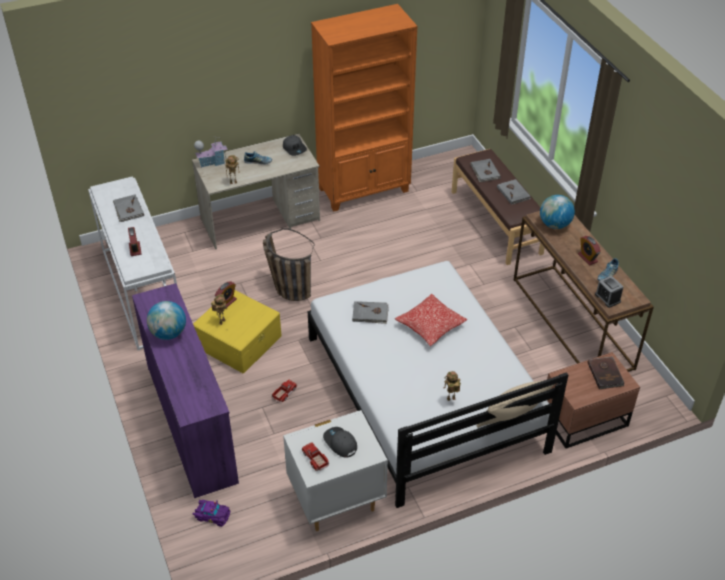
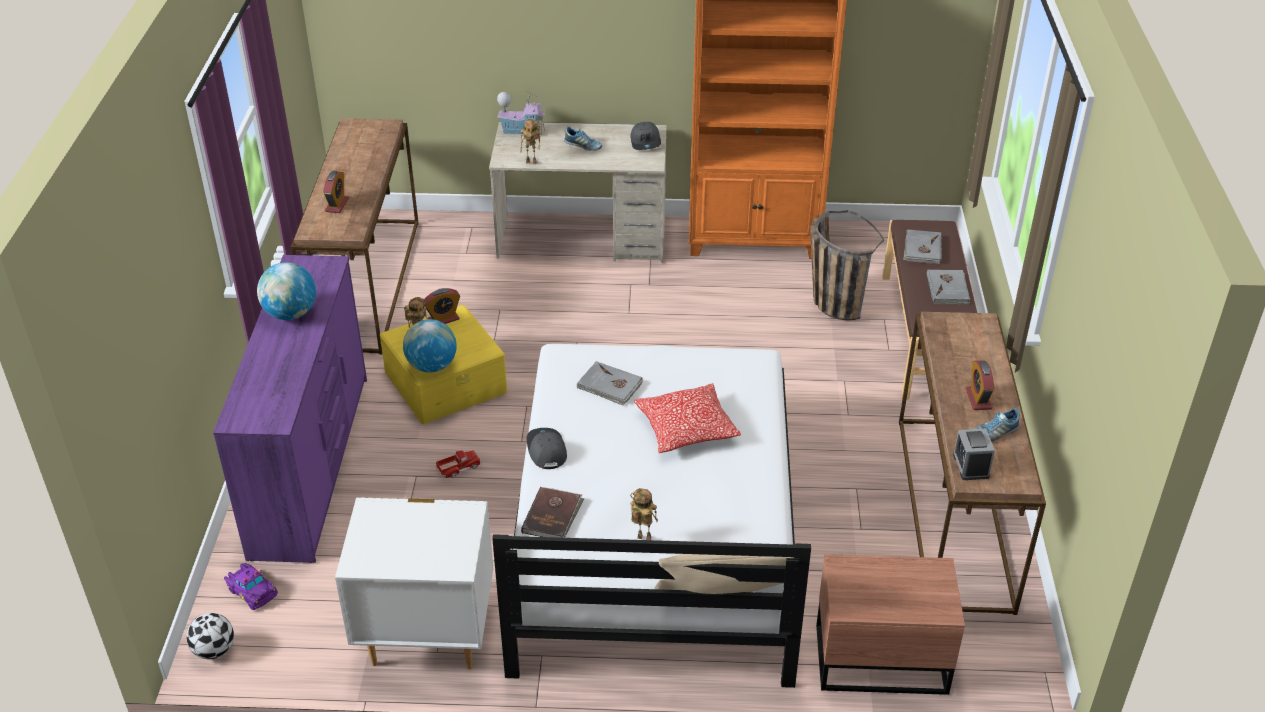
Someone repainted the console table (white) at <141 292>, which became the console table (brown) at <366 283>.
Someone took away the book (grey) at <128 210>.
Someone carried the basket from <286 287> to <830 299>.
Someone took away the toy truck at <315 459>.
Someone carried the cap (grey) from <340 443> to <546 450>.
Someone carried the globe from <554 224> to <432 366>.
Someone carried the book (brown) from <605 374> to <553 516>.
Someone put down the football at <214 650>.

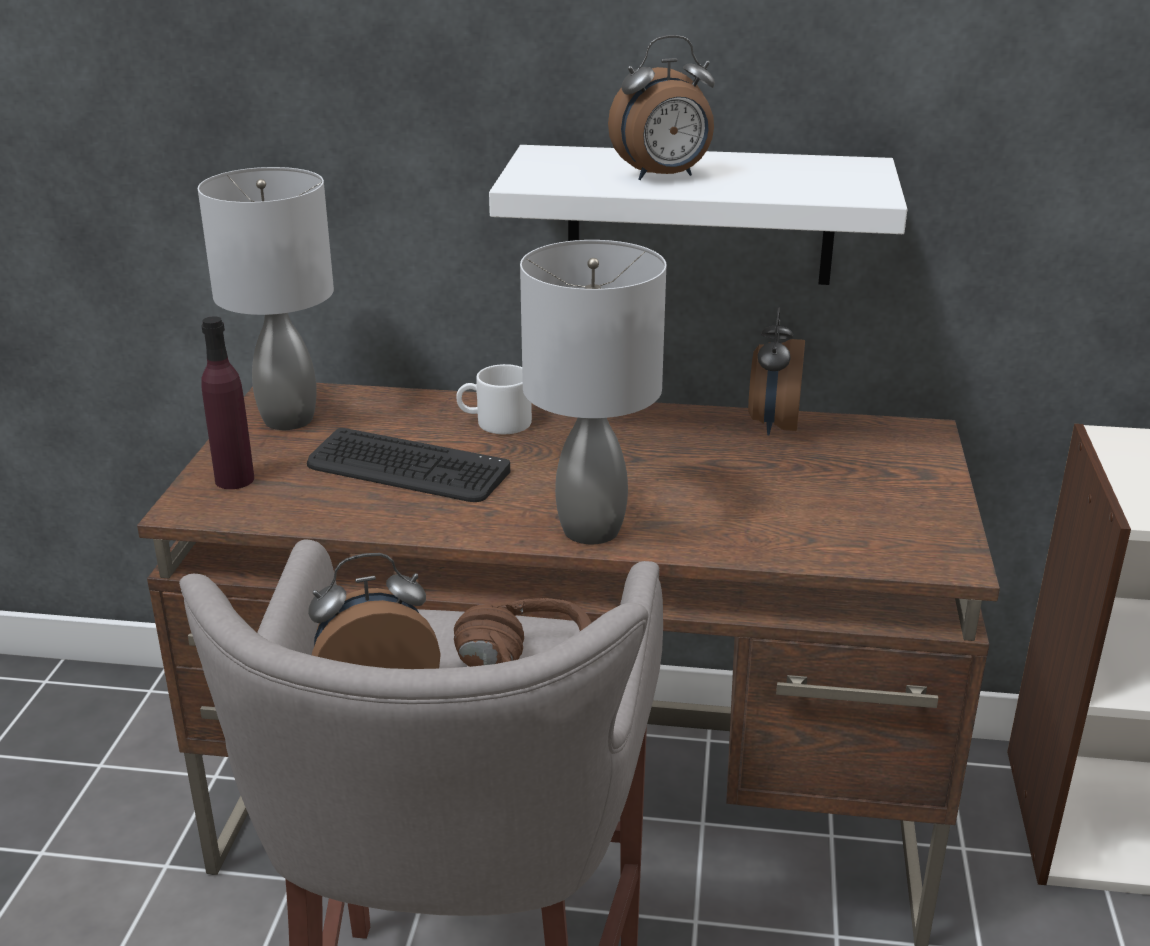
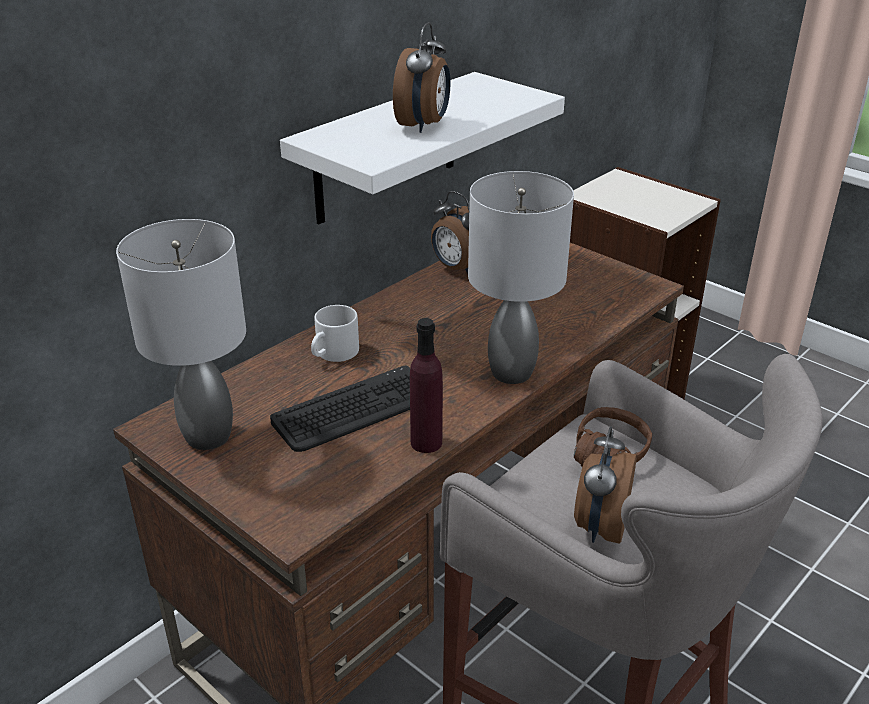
Someone carried the bottle (purple) from <234 479> to <426 442>.

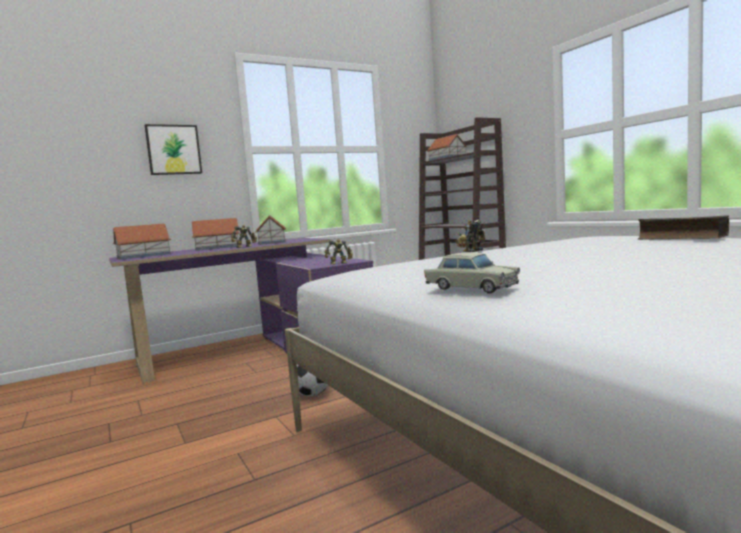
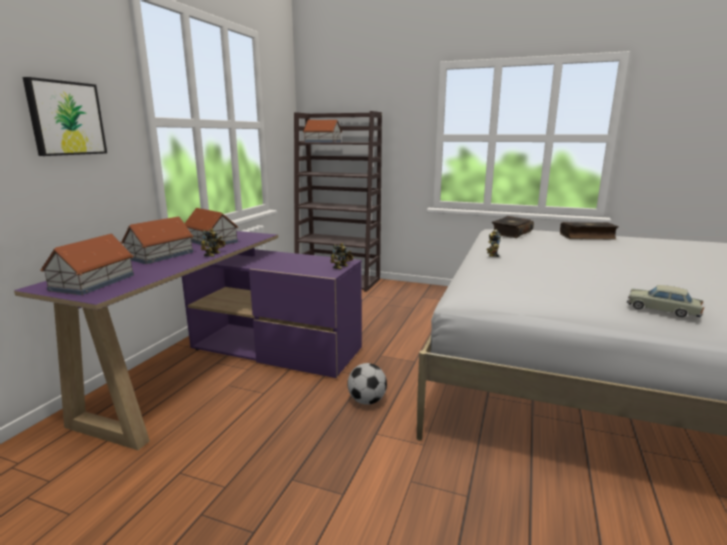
Someone rotated the toy car (beige) at <471 288> by 150 degrees counterclockwise.
Someone put down the book at <510 233>.

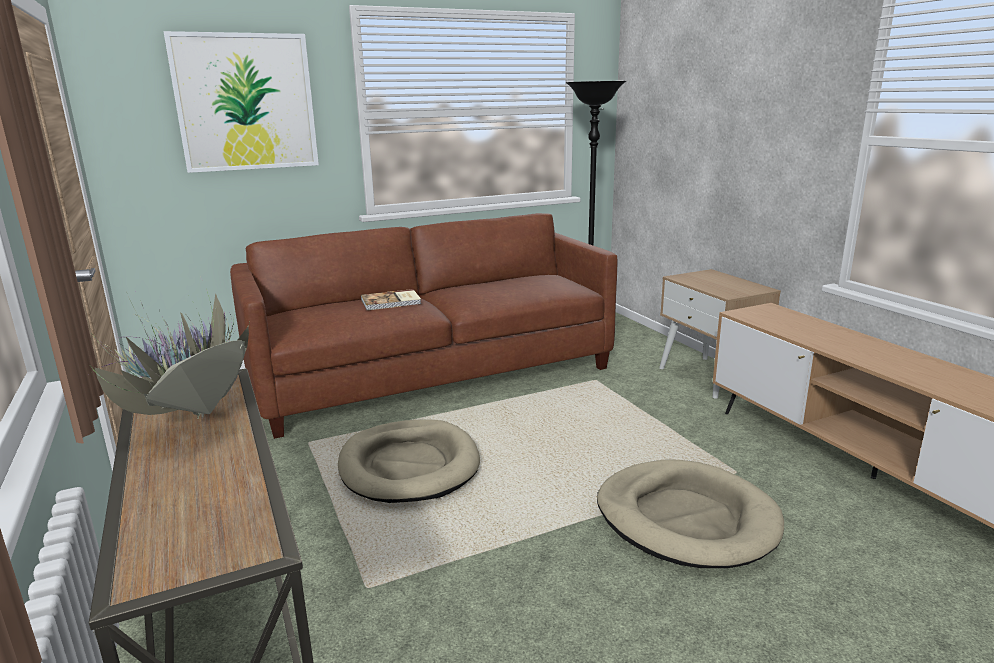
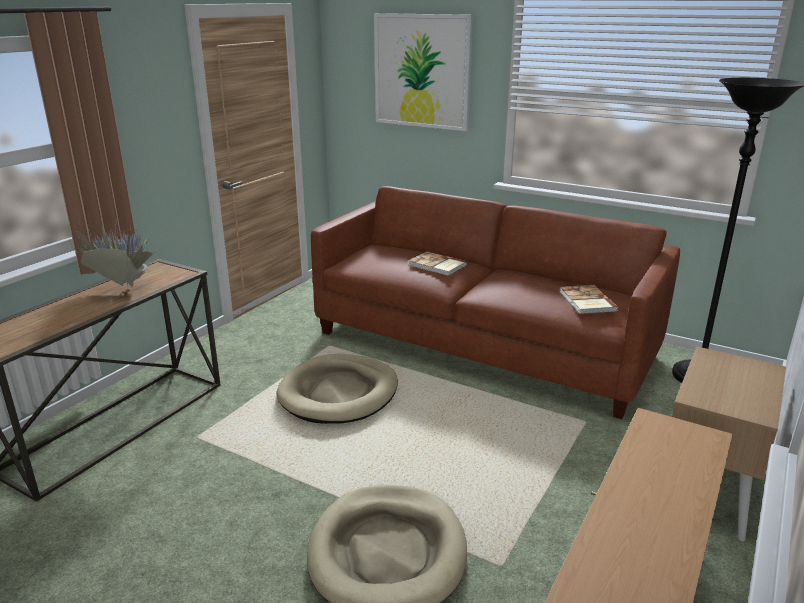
Someone put down the book at <586 301>.

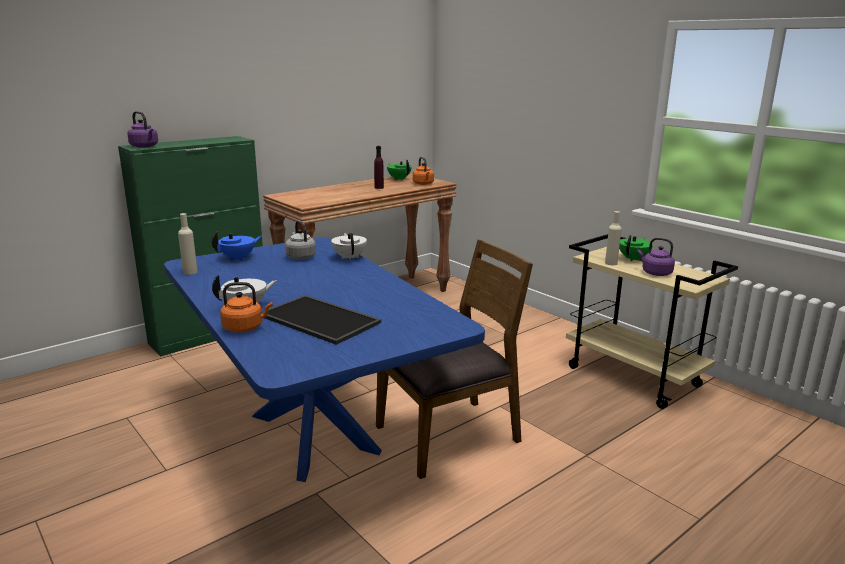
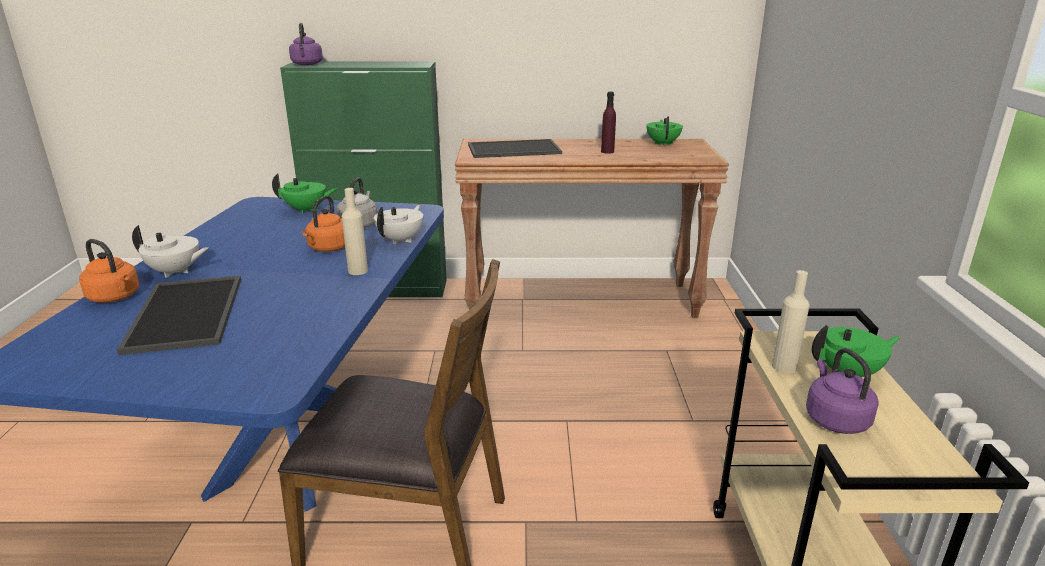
Someone carried the bottle (beige) from <190 272> to <358 271>.
Someone repainted the teapot (blue) at <238 258>, which became the teapot (green) at <307 210>.
Someone carried the kettle (orange) from <423 184> to <328 248>.
Someone put down the tray at <513 150>.

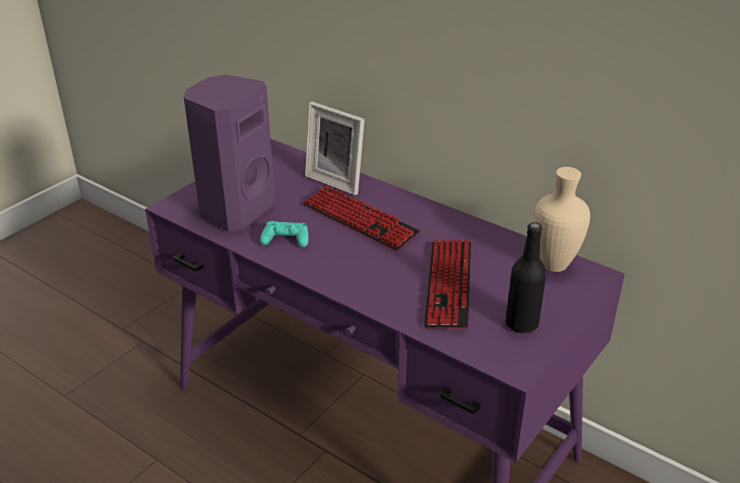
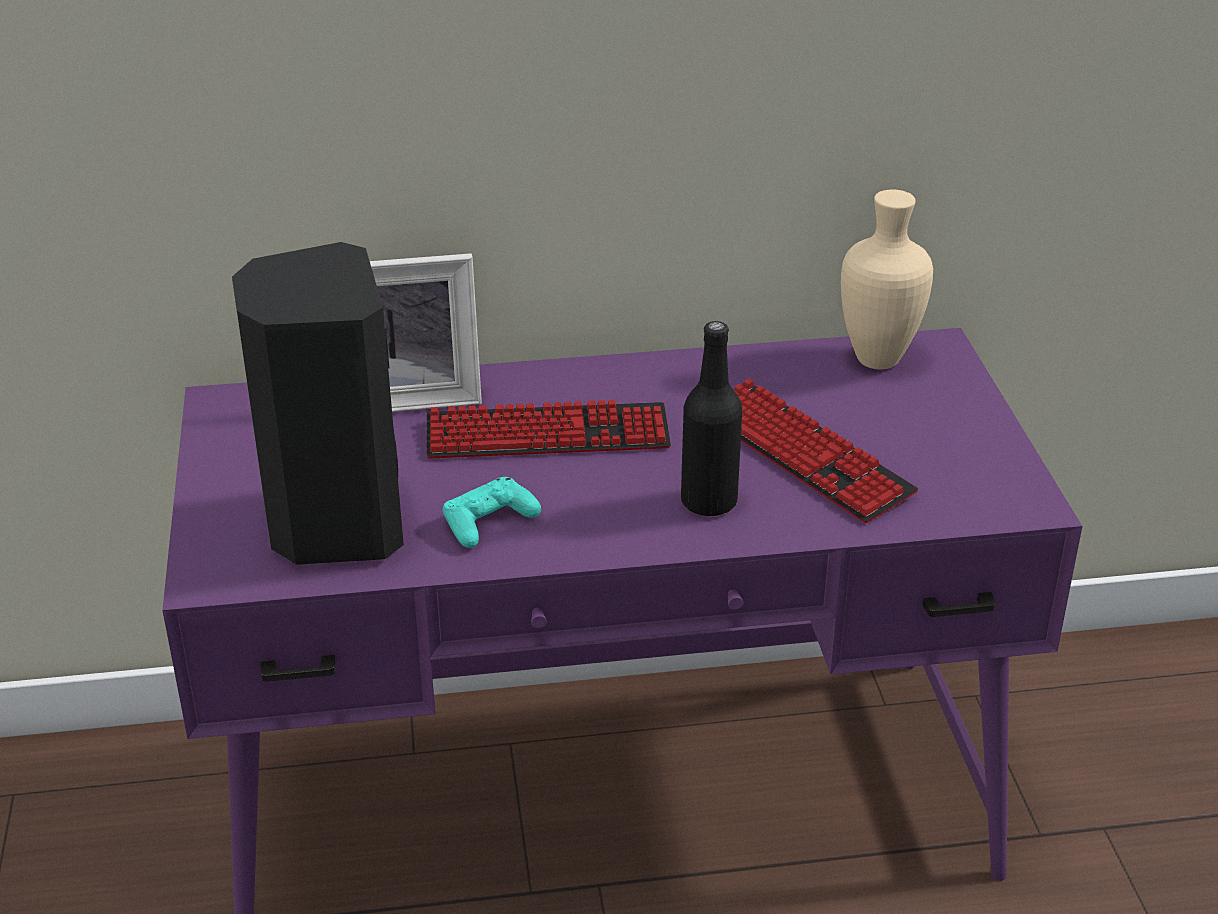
Someone repainted the speaker (purple) at <235 210>, which became the speaker (black) at <332 525>.
Someone carried the bottle (black) from <521 324> to <709 502>.

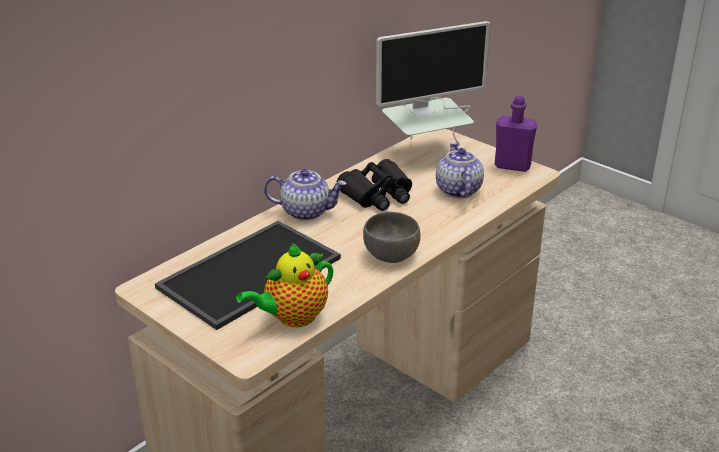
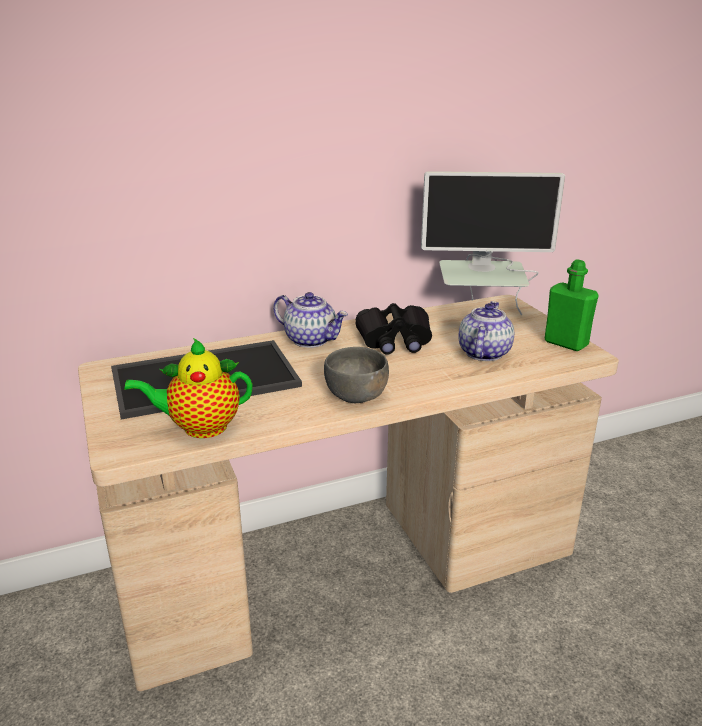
Someone repainted the bottle (purple) at <512 166>, which became the bottle (green) at <566 343>.

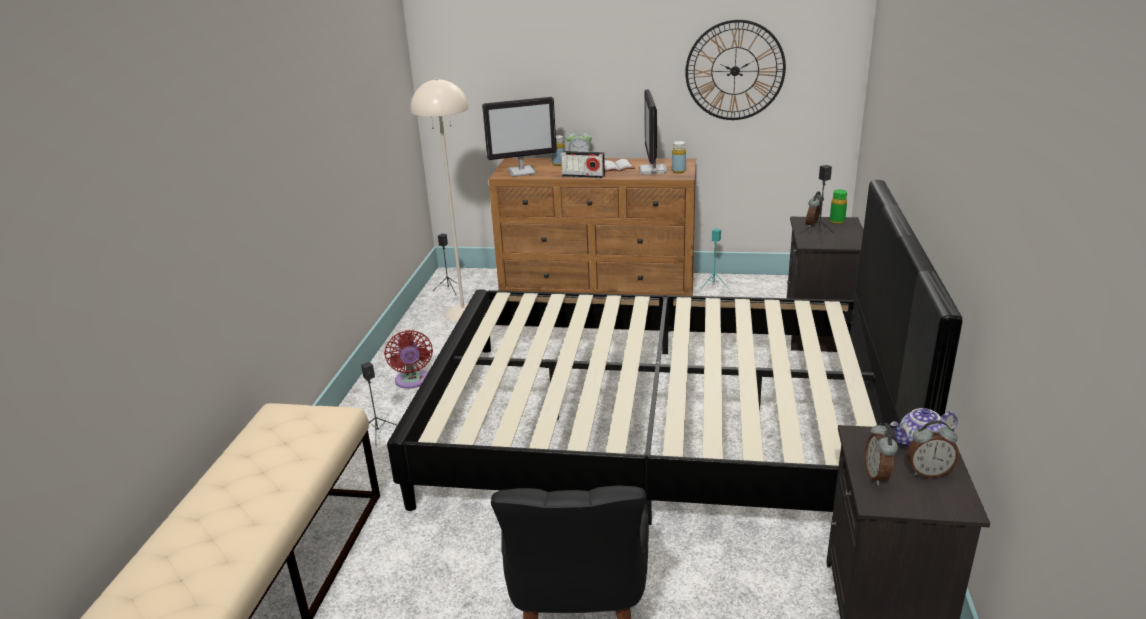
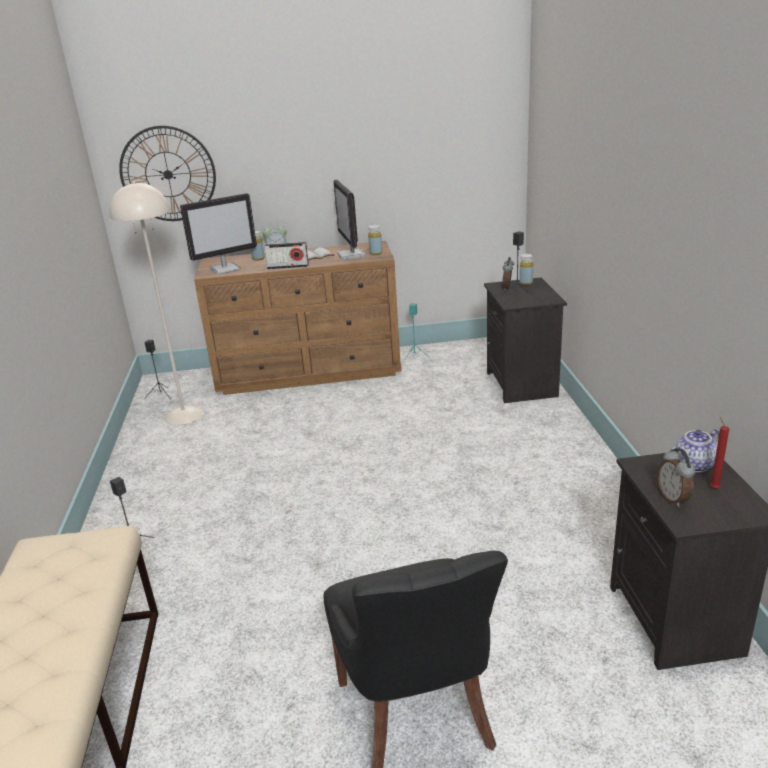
Someone took away the fan (red) at <412 381>.
Someone took away the bed (black) at <657 429>.
Someone carried the wall clock from <735 71> to <168 174>.
Someone repainted the bottle (green) at <837 221>, which became the bottle (yellow) at <526 283>.
Someone swapped the alarm clock at <928 473> for the candle (red) at <713 487>.

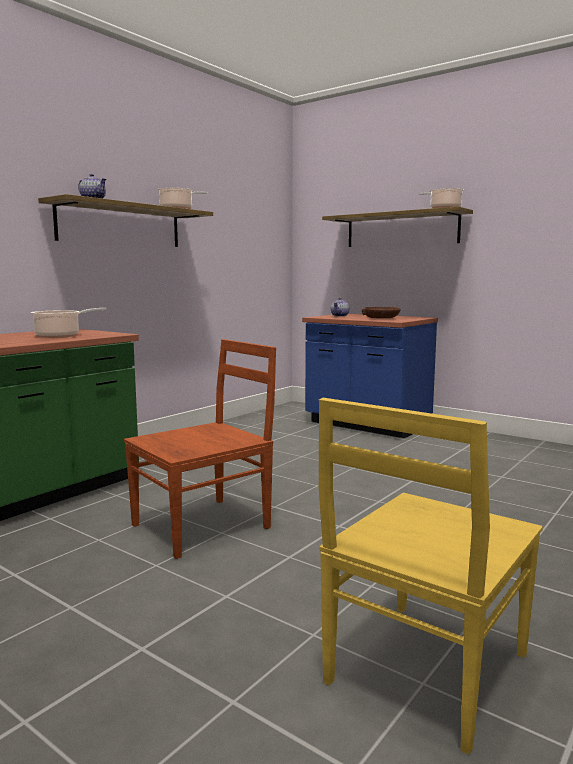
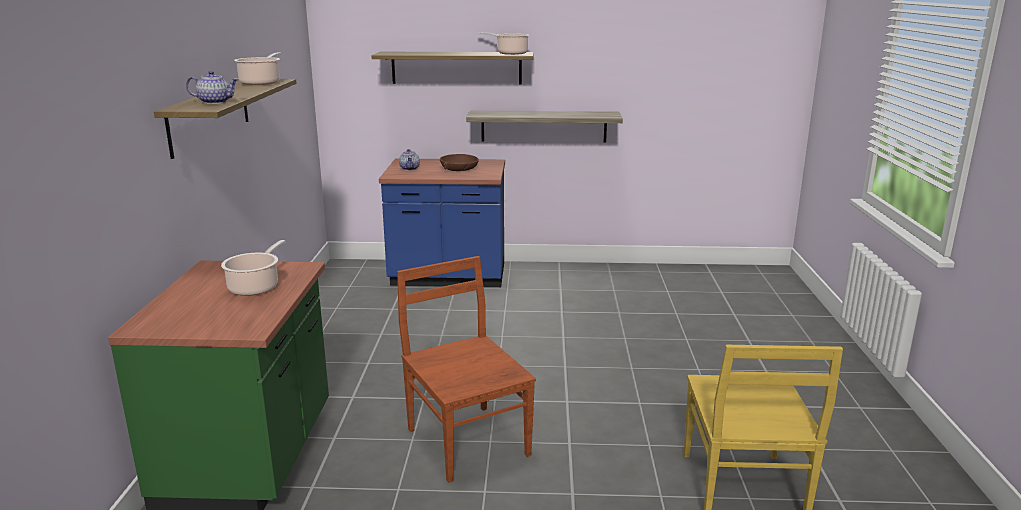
Someone rotated the chair (brown) at <204 525> by 45 degrees counterclockwise.
Someone put up the shelf at <543 126>.

